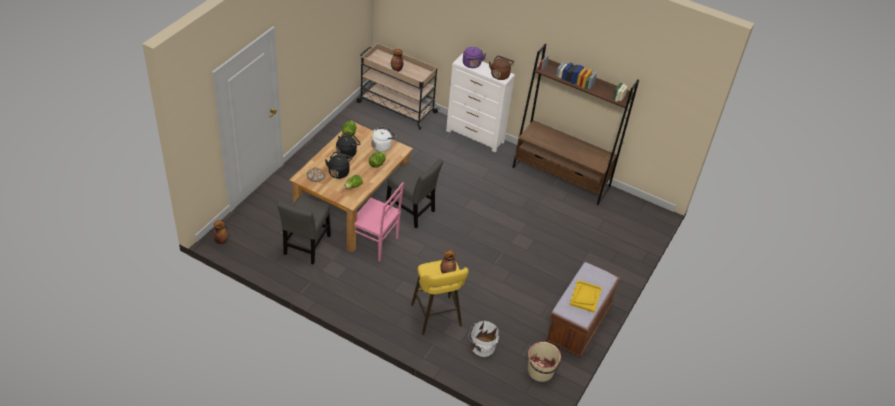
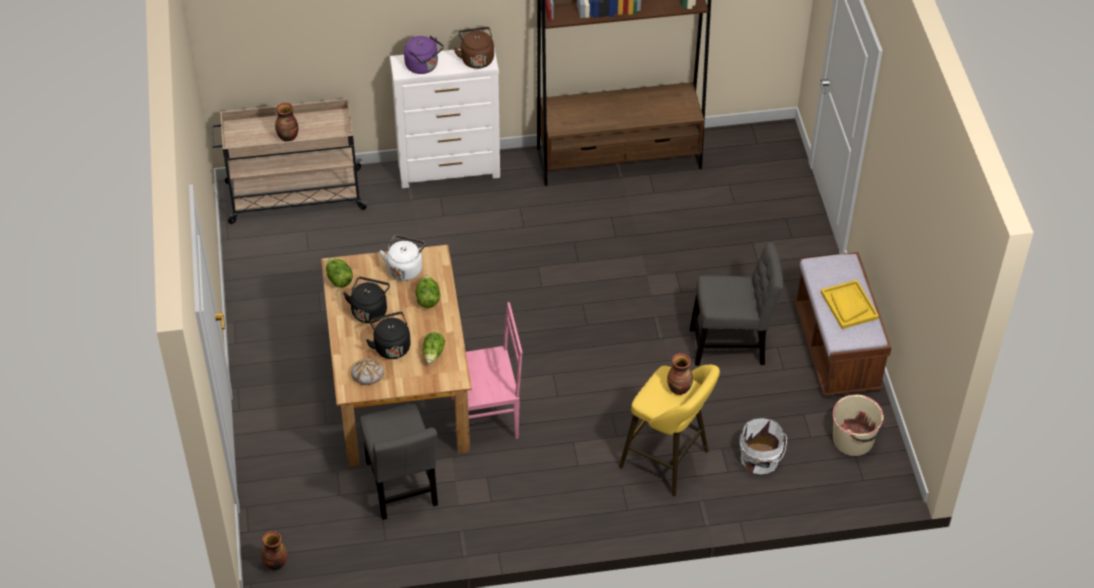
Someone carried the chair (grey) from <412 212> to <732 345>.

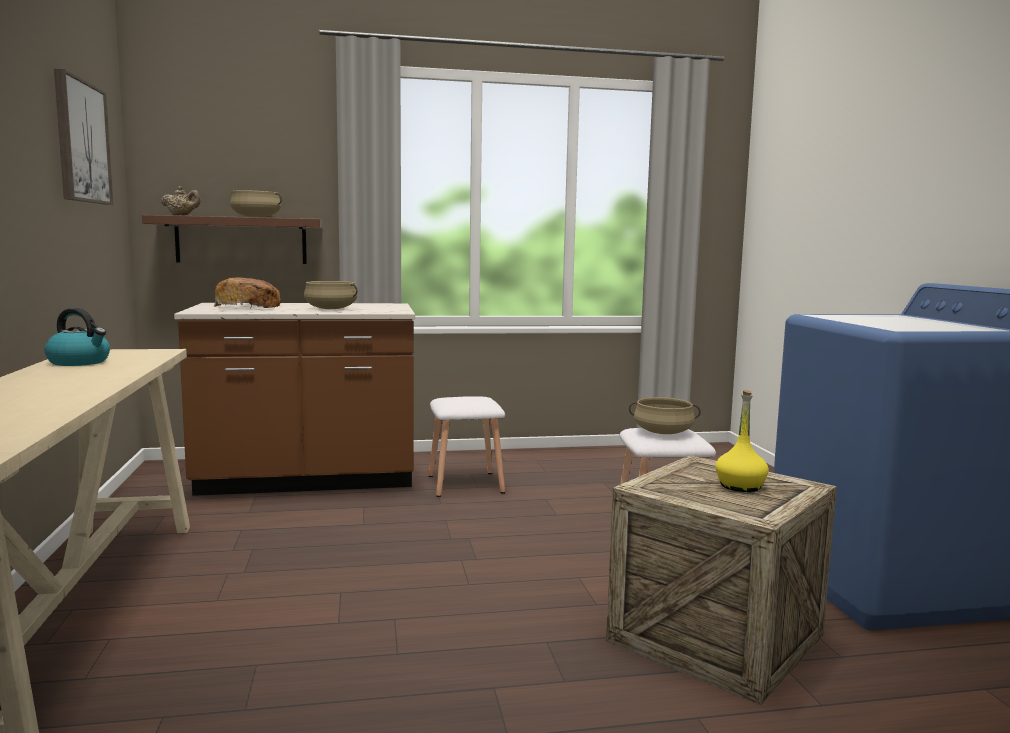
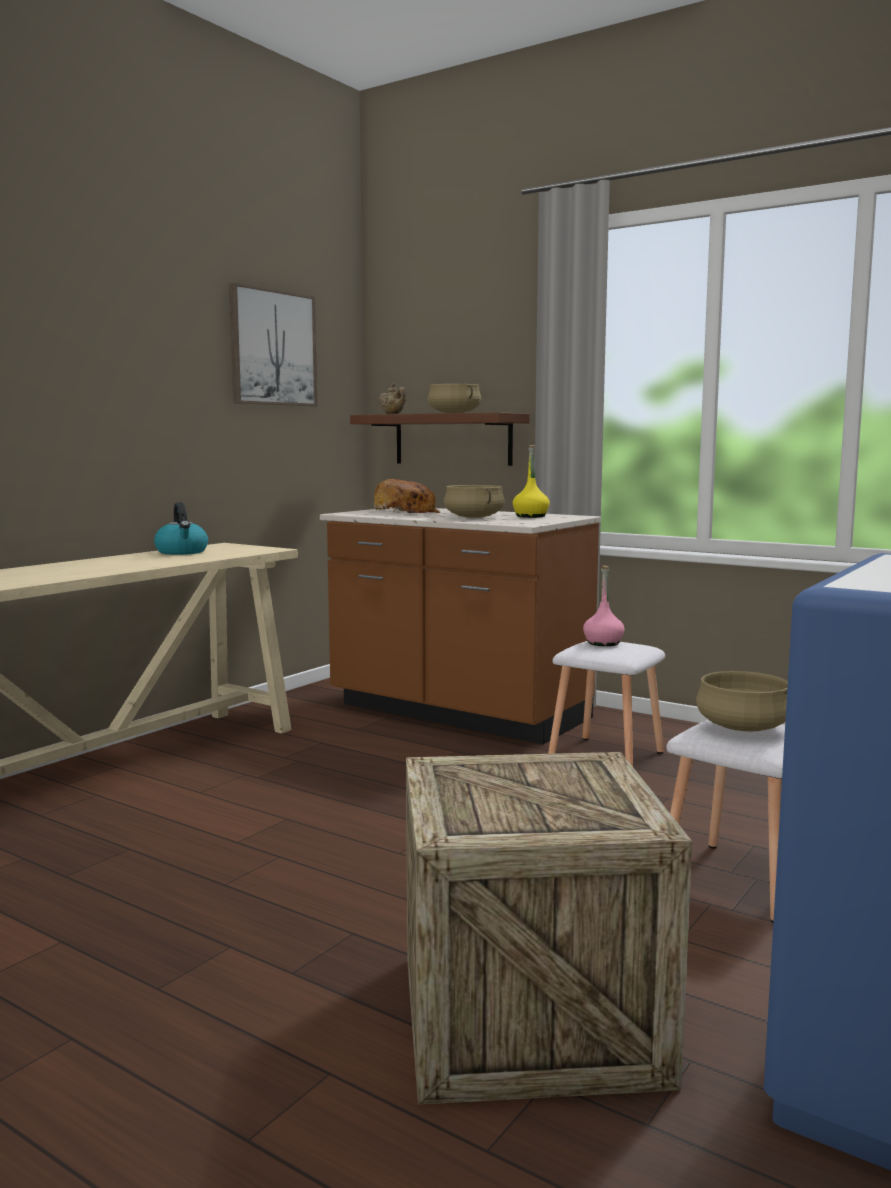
Someone carried the bottle (yellow) from <740 486> to <531 516>.
Someone put down the bottle (pink) at <603 643>.

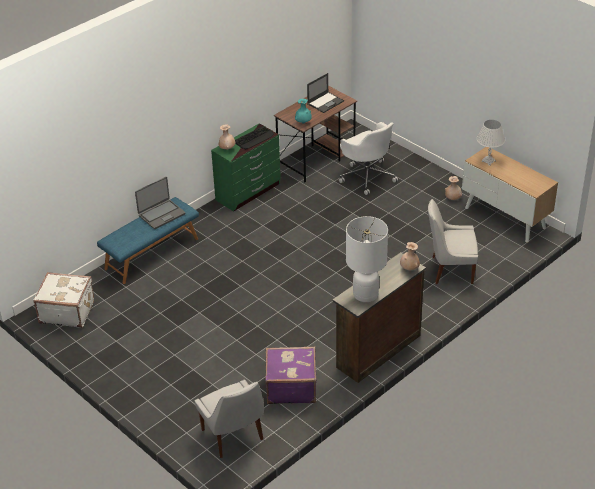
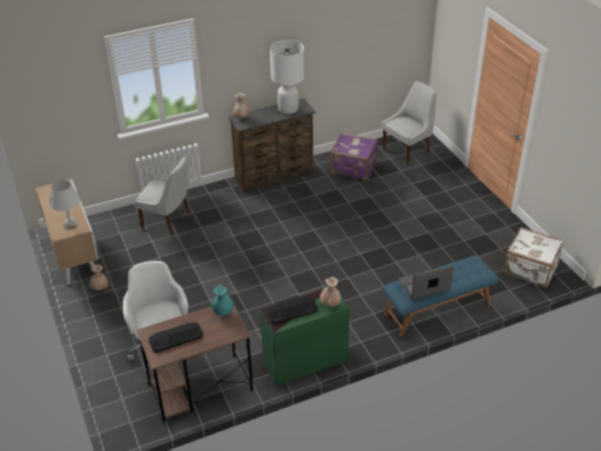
Someone rotated the chair (white) at <233 436> by 60 degrees clockwise.
Someone swapped the laptop at <325 102> for the keyboard at <175 337>.

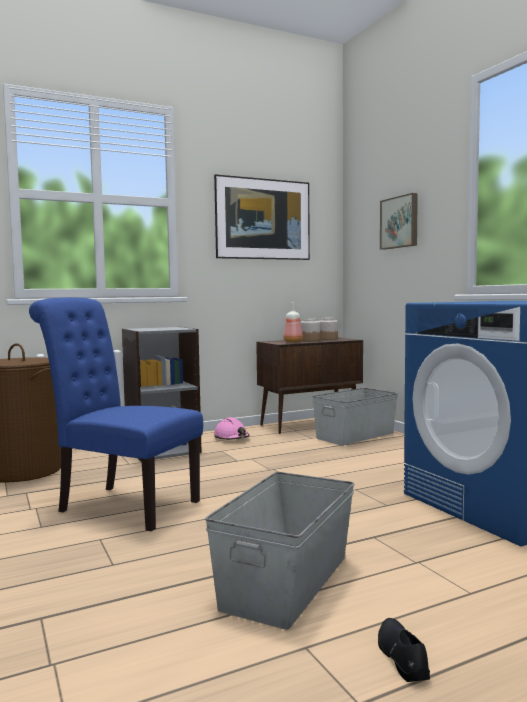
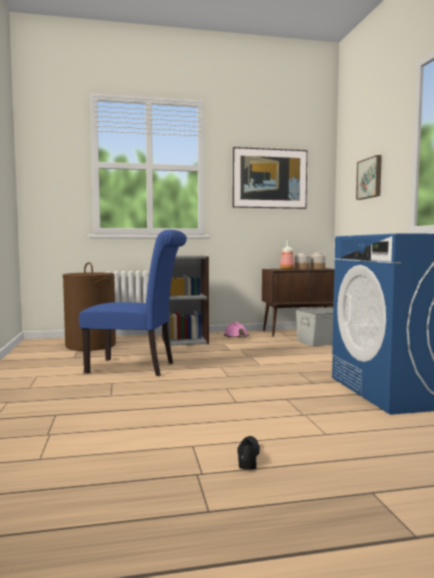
Someone rotated the chair (blue) at <121 505> by 150 degrees clockwise.
Someone took away the storage box (grey) at <288 581>.

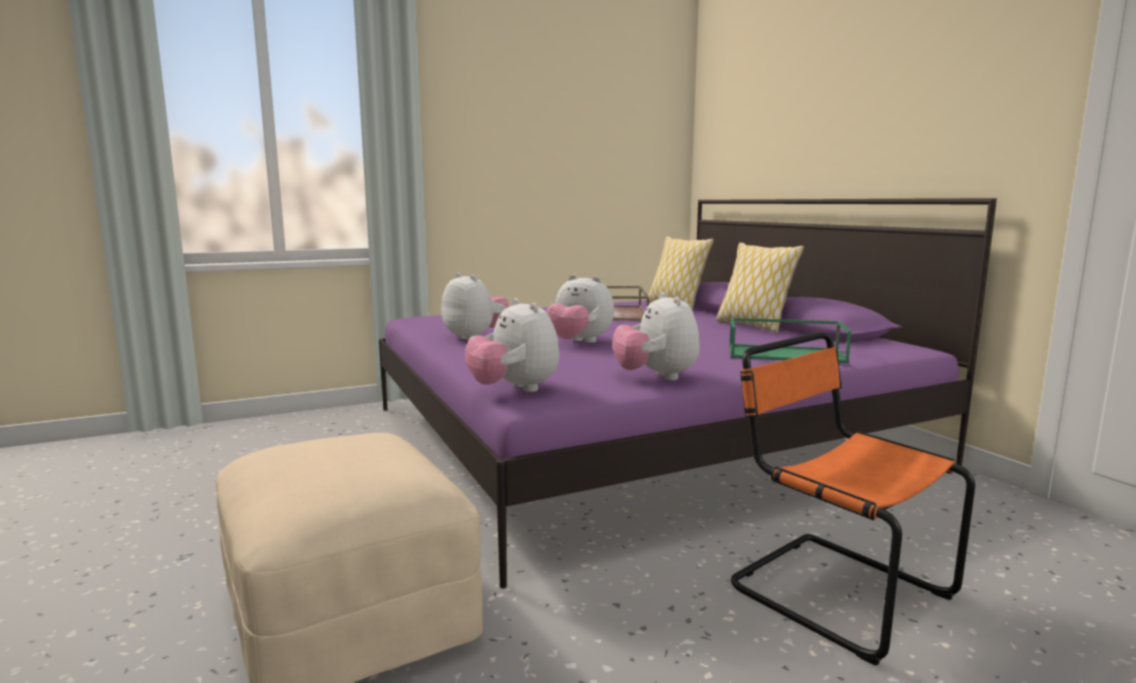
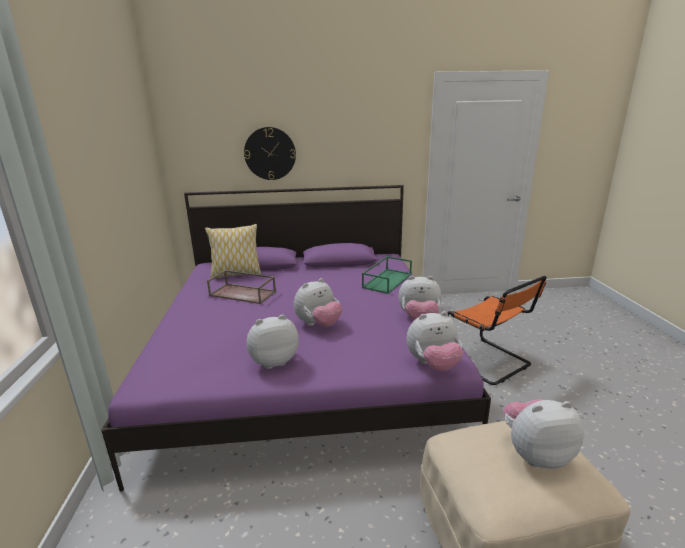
Someone took away the pillow at <753 326>.
Someone rotated the chair (orange) at <832 589> by 105 degrees counterclockwise.
Someone put up the wall clock at <270 153>.
Someone put down the plush toy at <535 453>.

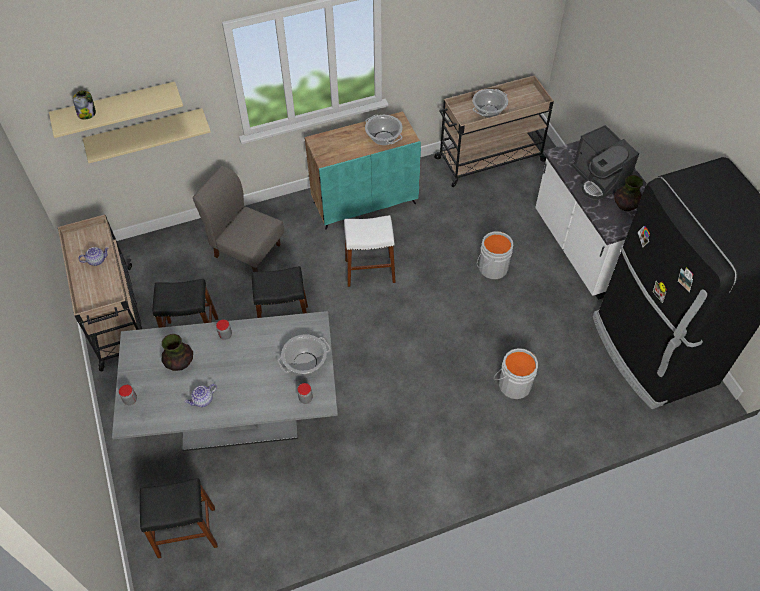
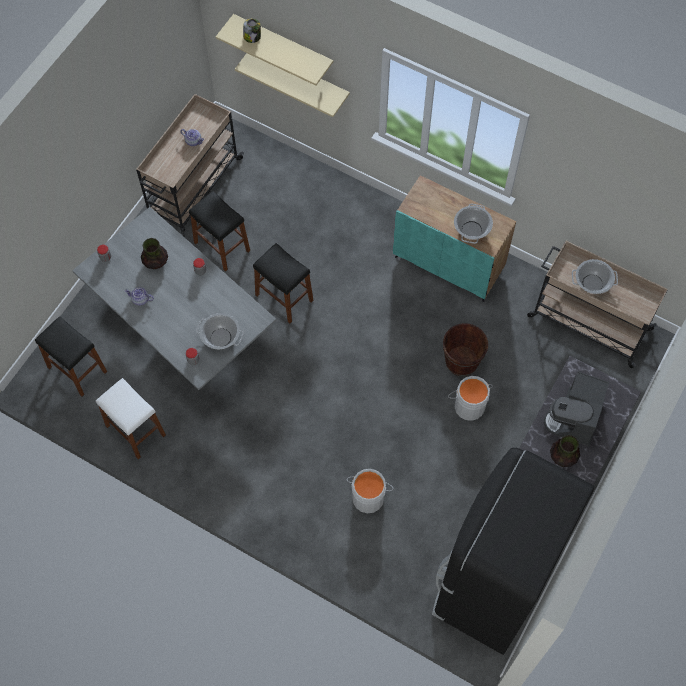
Someone took away the chair (grey) at <247 250>.
Someone carried the stool (white) from <370 271> to <135 430>.
Someone put down the bucket (brown) at <461 361>.

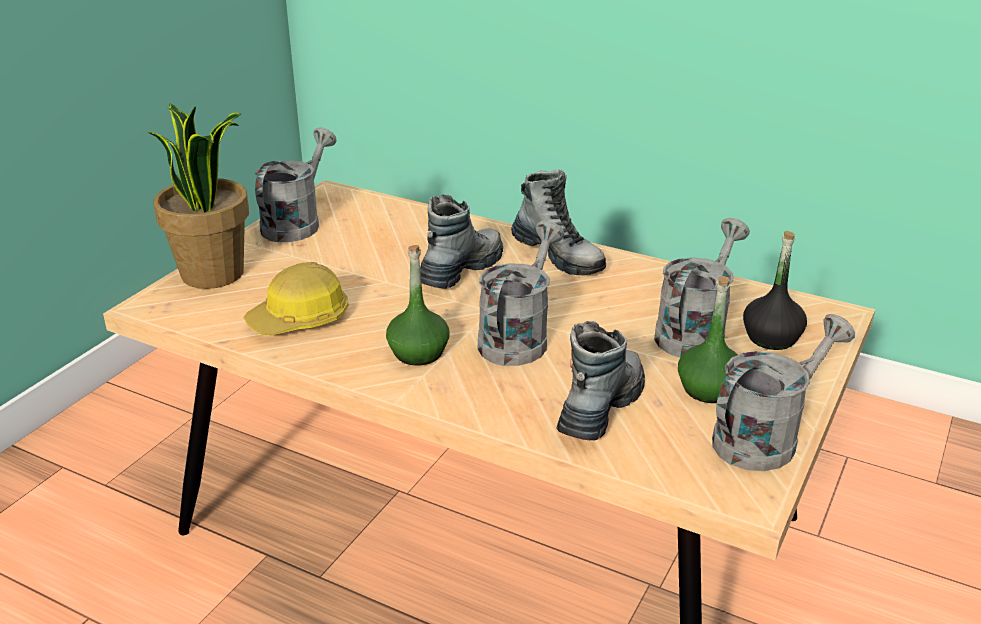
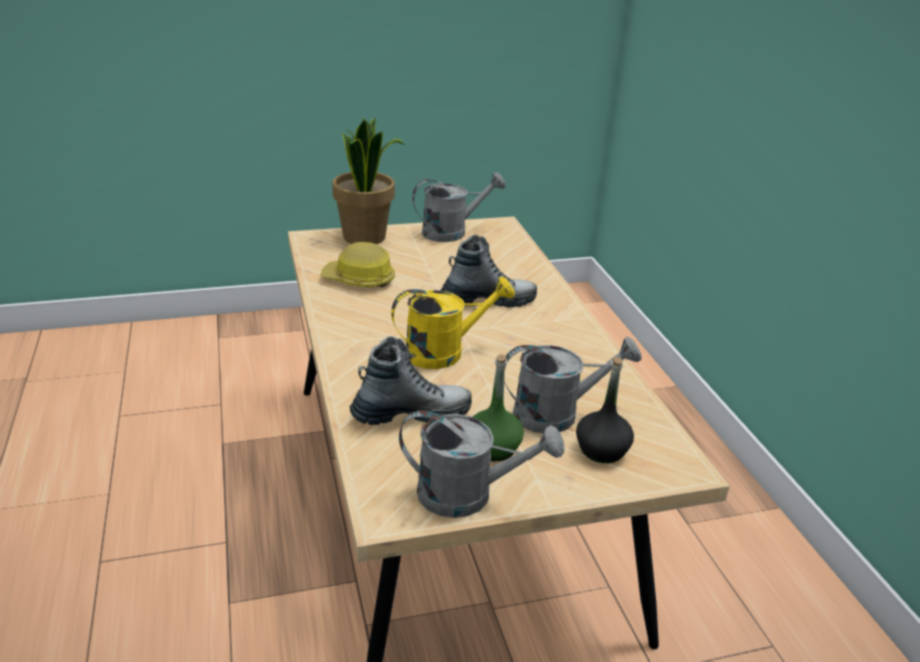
Someone took away the bottle (green) at <418 353>.
Someone repainted the watering can (grey) at <518 337>, which became the watering can (yellow) at <444 352>.
Someone took away the boot at <558 255>.

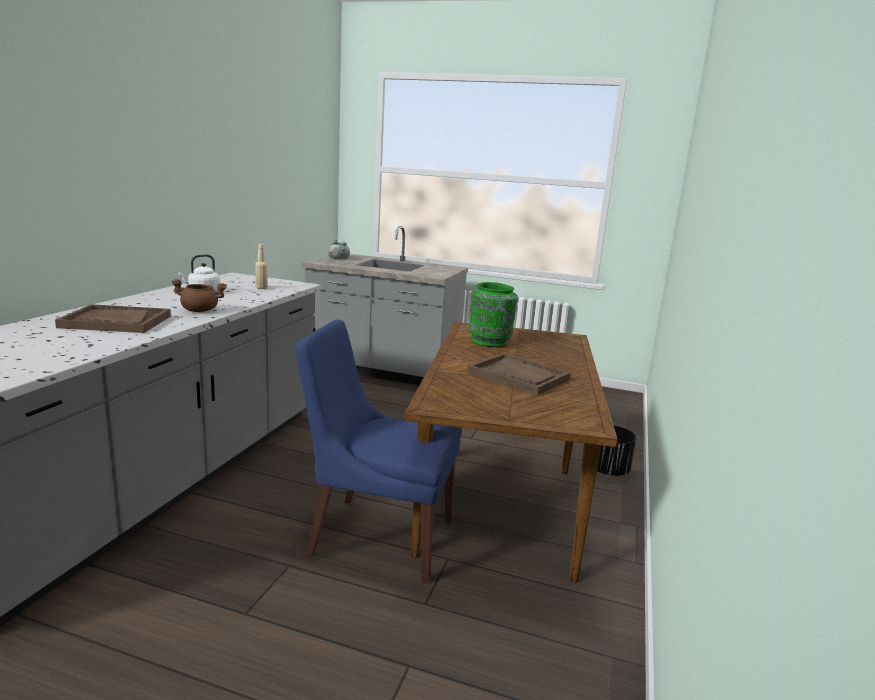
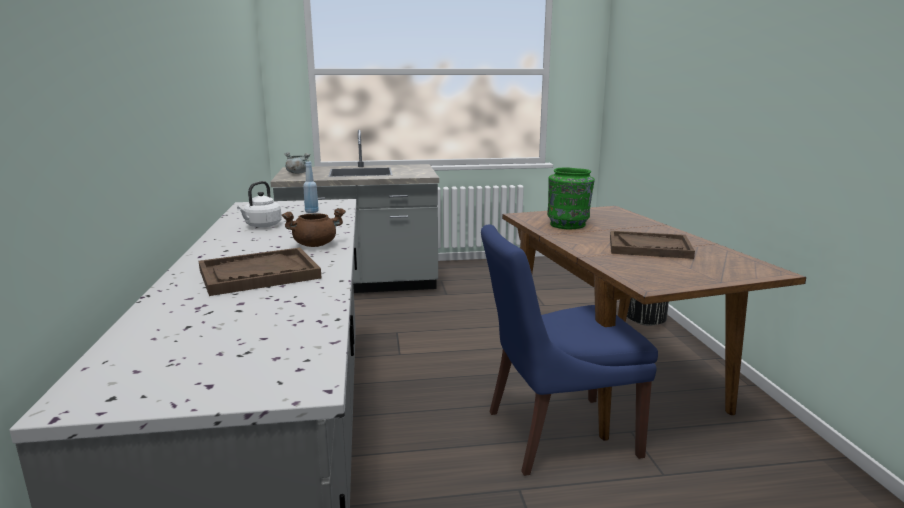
Someone repainted the bottle (beige) at <261 288>, which became the bottle (blue) at <311 212>.

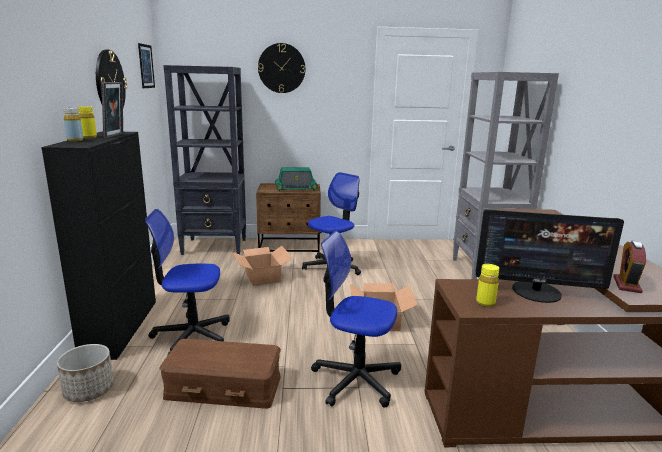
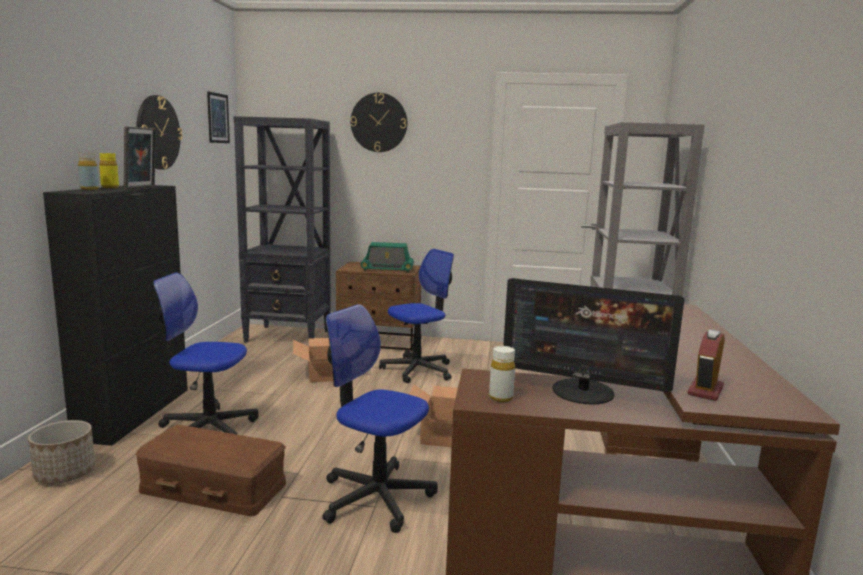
Someone repainted the bottle (yellow) at <485 303>, which became the bottle (white) at <501 397>.

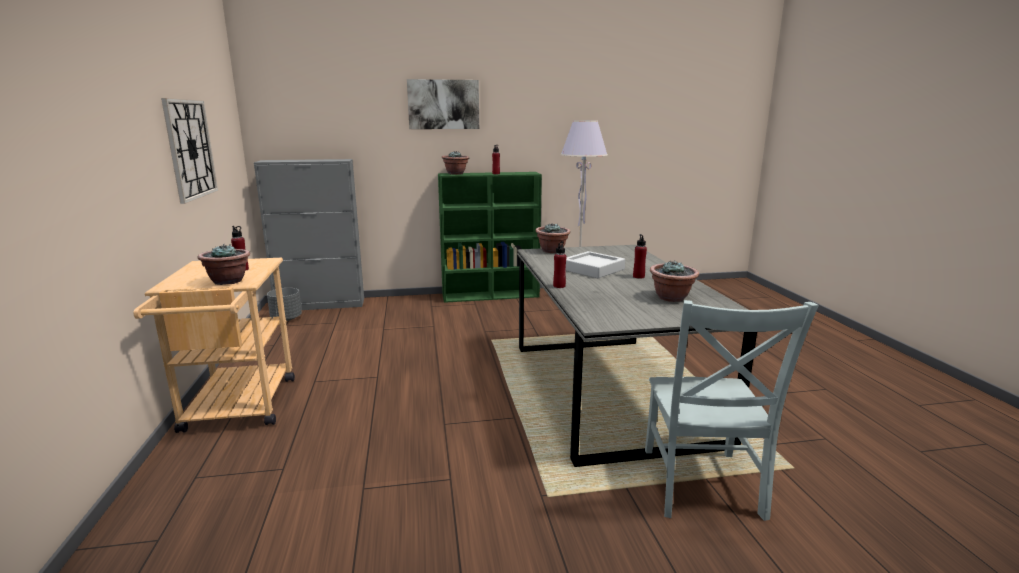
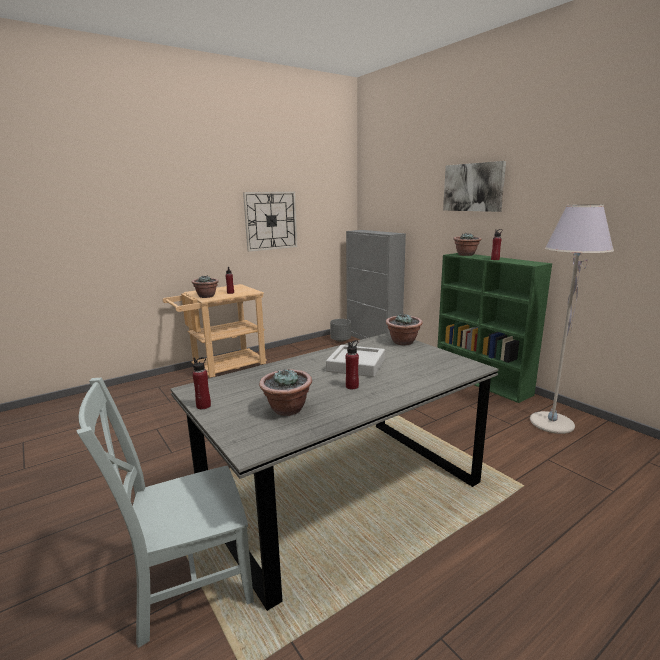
Someone carried the bottle (red) from <559 286> to <203 406>.

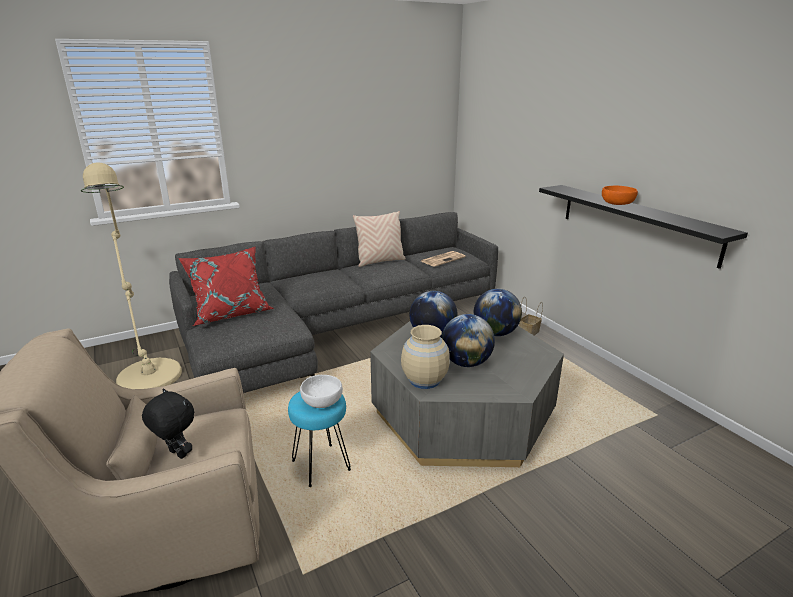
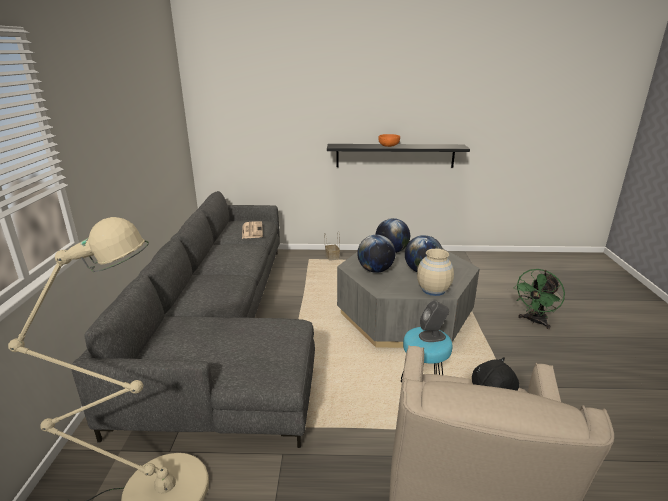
Someone took away the pillow (red) at <231 313>.
Someone swapped the bowl (white) at <321 401> for the speaker (grey) at <432 336>.
Someone took away the pillow (beige) at <380 261>.
Someone put down the fan (green) at <534 321>.

